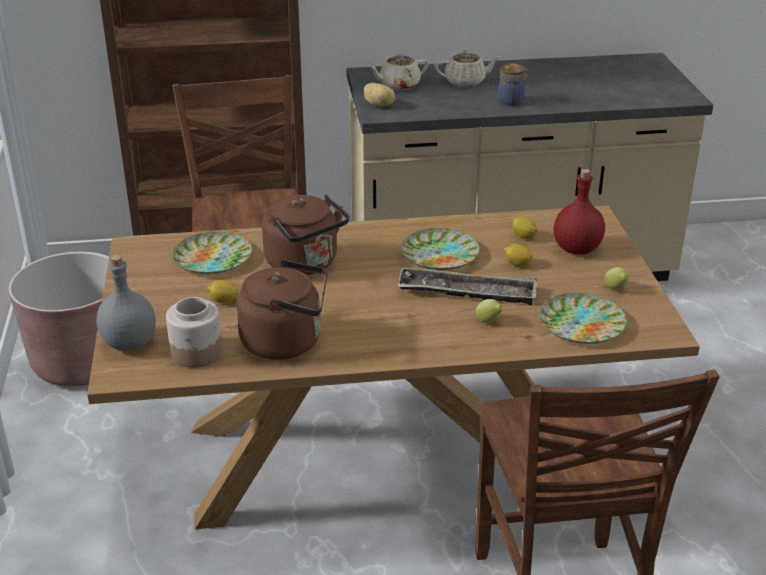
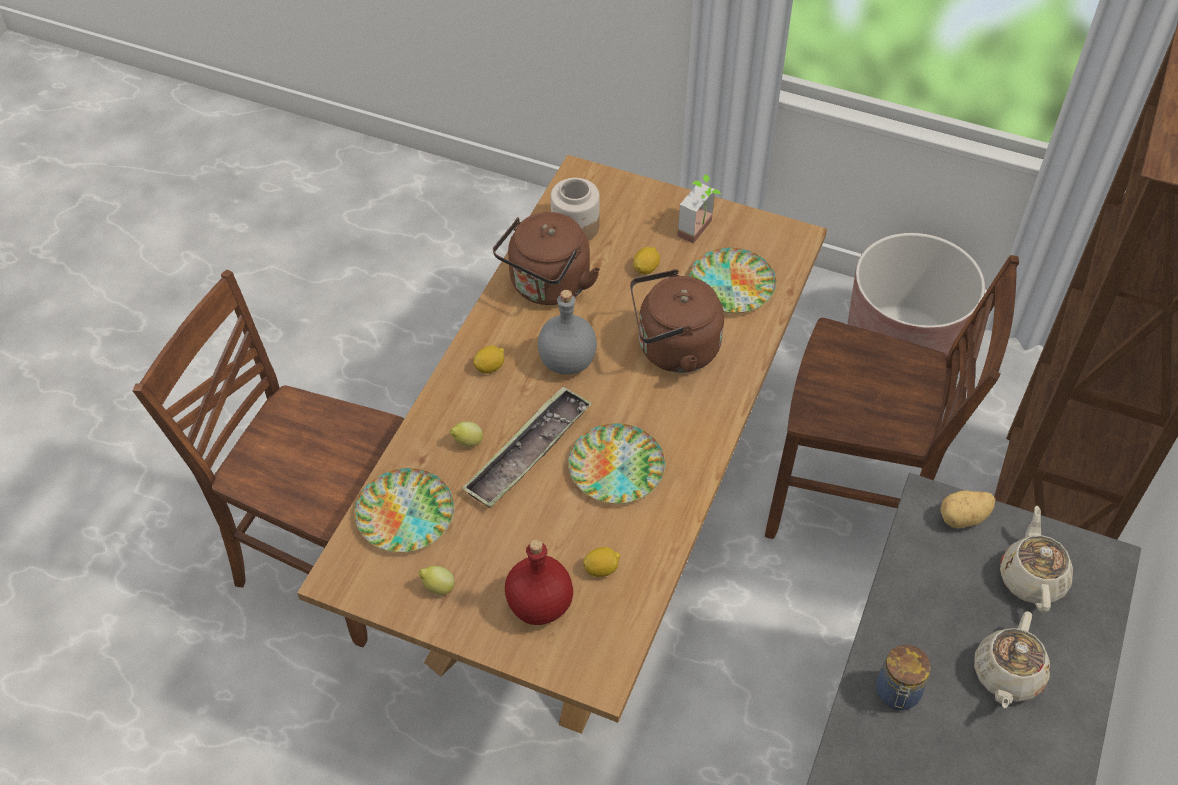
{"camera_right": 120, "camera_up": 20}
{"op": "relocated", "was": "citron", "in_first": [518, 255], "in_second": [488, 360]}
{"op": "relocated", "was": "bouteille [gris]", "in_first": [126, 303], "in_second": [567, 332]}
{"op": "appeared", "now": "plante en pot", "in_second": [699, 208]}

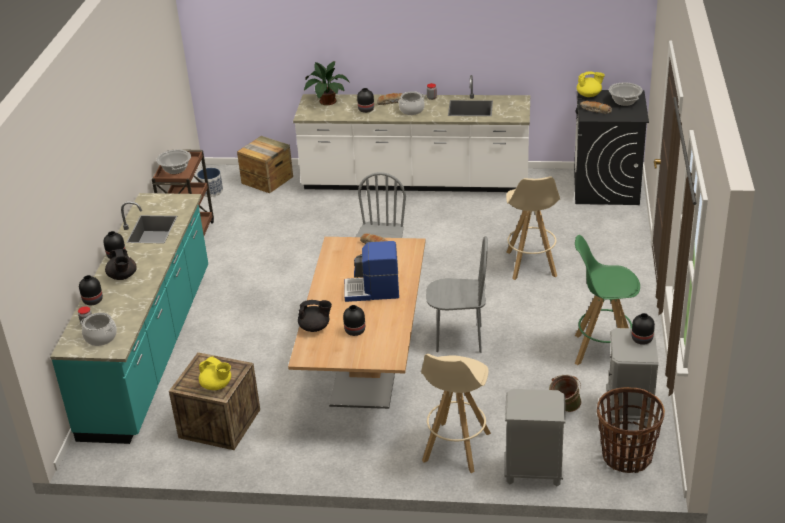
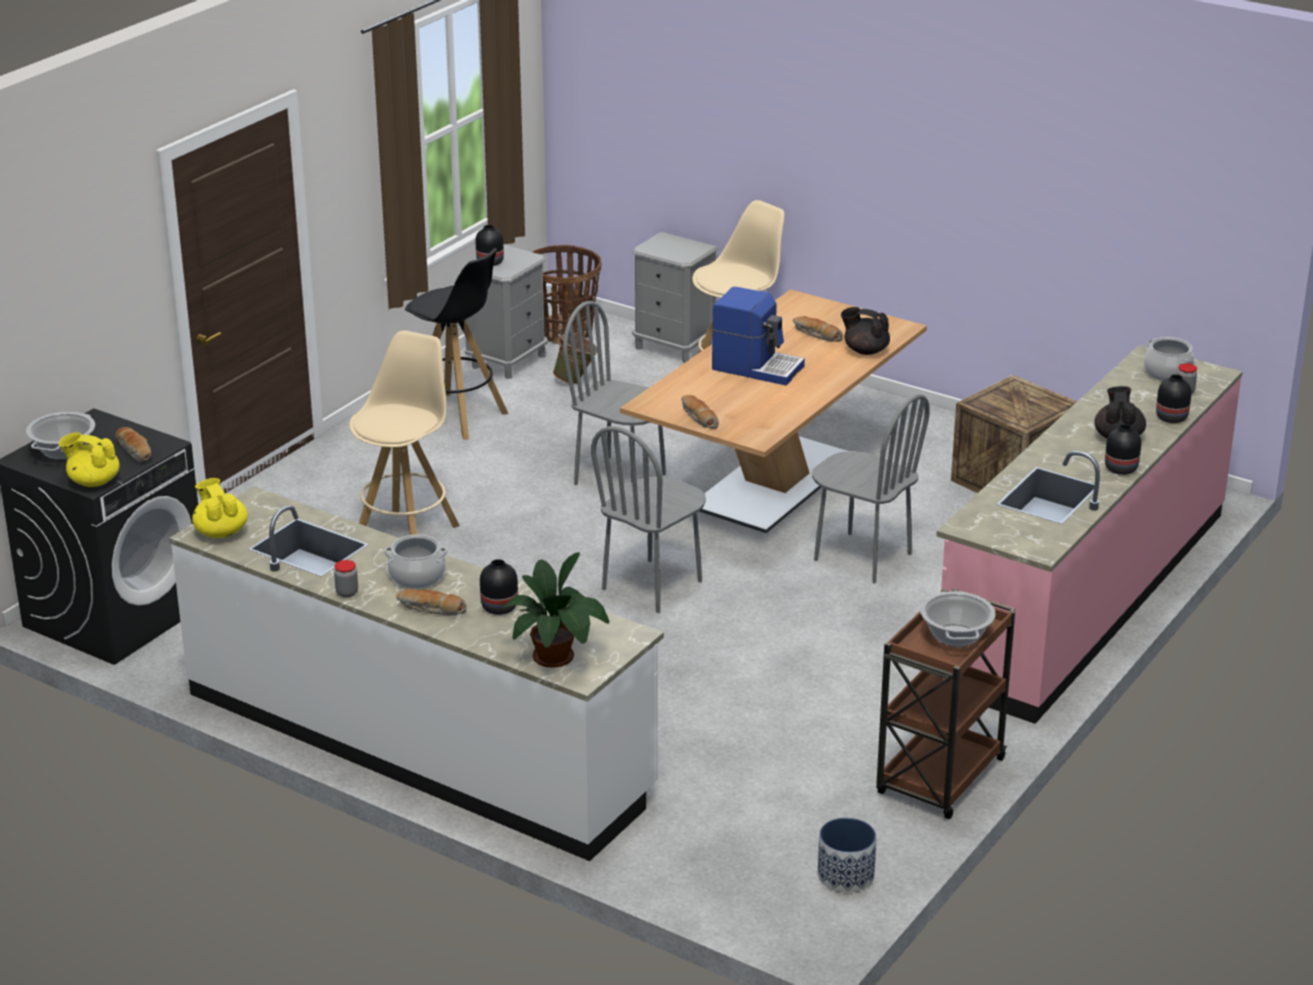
{"camera_right": -155, "camera_up": -5}
{"op": "relocated", "was": "théière [jaune]", "in_first": [215, 373], "in_second": [220, 508]}
{"op": "colour", "was": "tabouret [vert]", "now": "tabouret [noir]", "in_first": [607, 300], "in_second": [456, 344]}
{"op": "exchanged", "was": "vase [noir]", "now": "pain", "in_first": [354, 320], "in_second": [818, 329]}
{"op": "appeared", "now": "chaise [gris]", "in_second": [871, 488]}
{"op": "colour", "was": "comptoir de cuisine [turquoise]", "now": "comptoir de cuisine [rose]", "in_first": [129, 318], "in_second": [1089, 534]}
{"op": "missing", "was": "caisse", "in_first": [265, 164]}

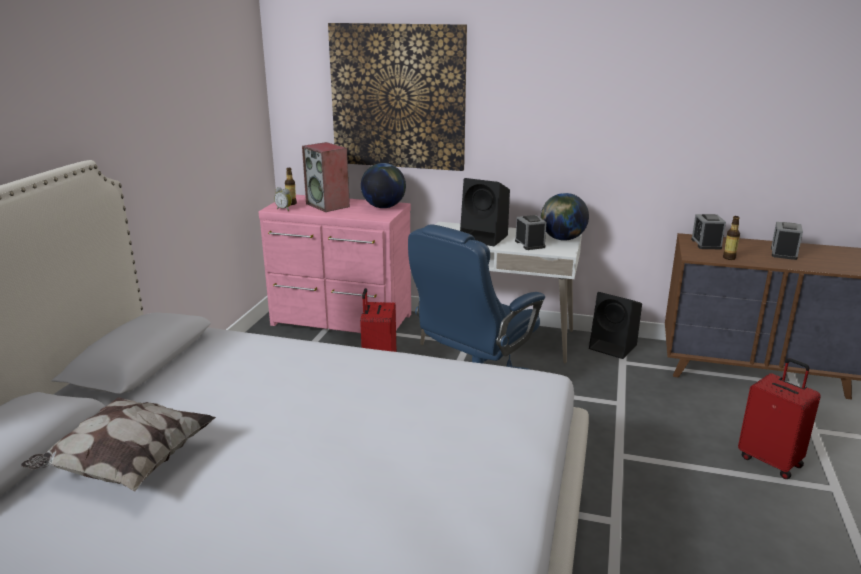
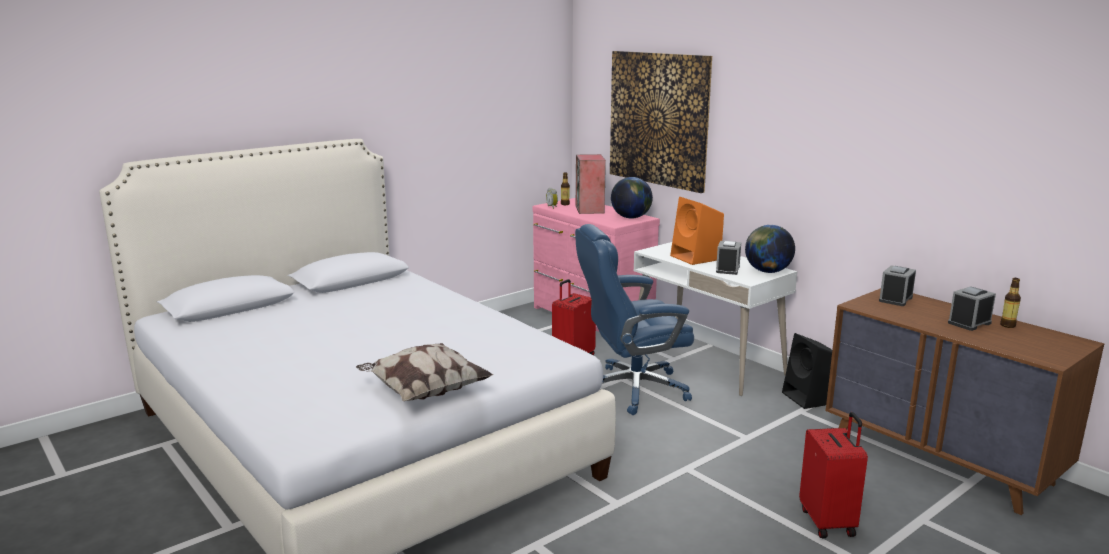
{"camera_right": 35, "camera_up": -5}
{"op": "relocated", "was": "coussin", "in_first": [118, 444], "in_second": [424, 372]}
{"op": "colour", "was": "enceinte [noir]", "now": "enceinte [orange]", "in_first": [485, 212], "in_second": [697, 231]}
{"op": "relocated", "was": "bouteille", "in_first": [731, 238], "in_second": [1010, 303]}

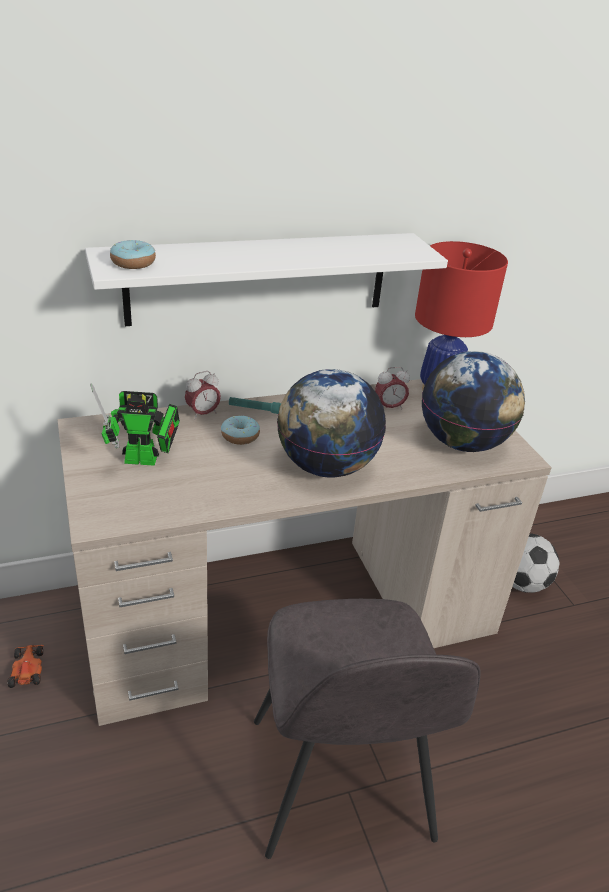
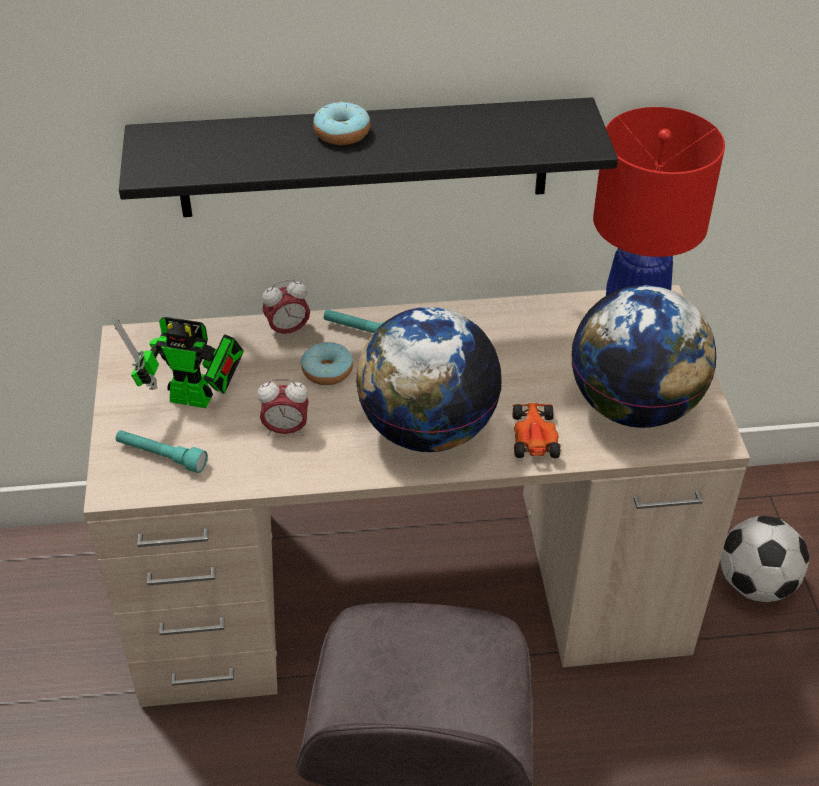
{"camera_right": 15, "camera_up": 10}
{"op": "appeared", "now": "lampe de poche [turquoise]", "in_second": [162, 451]}
{"op": "colour", "was": "étagère [blanc]", "now": "étagère [noir]", "in_first": [266, 279], "in_second": [368, 157]}
{"op": "relocated", "was": "réveil", "in_first": [392, 388], "in_second": [283, 407]}
{"op": "relocated", "was": "beignet", "in_first": [133, 254], "in_second": [341, 123]}
{"op": "relocated", "was": "petite voiture", "in_first": [26, 666], "in_second": [536, 430]}

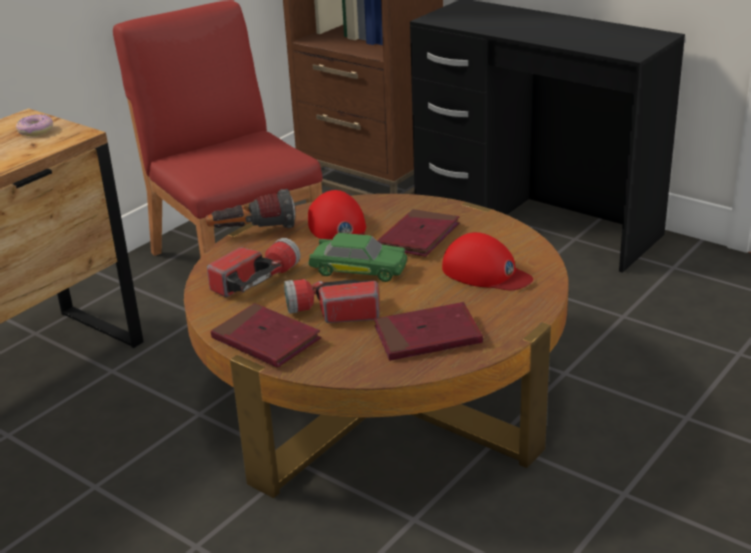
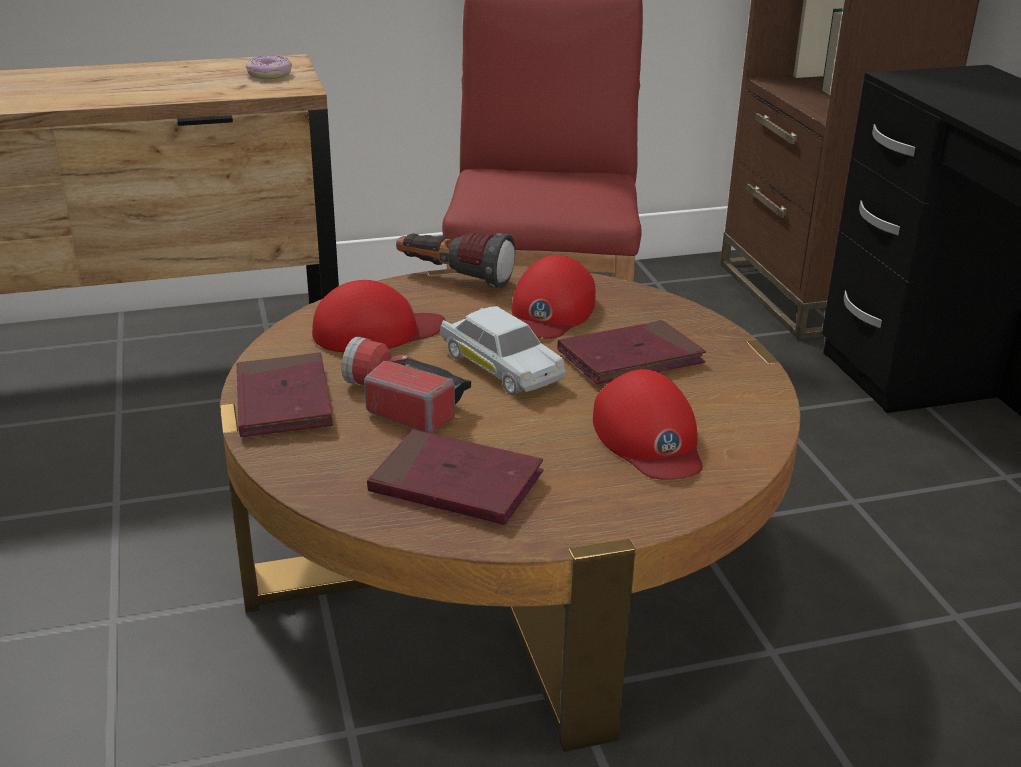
{"camera_right": 35, "camera_up": 0}
{"op": "exchanged", "was": "lampe de poche", "now": "casquette [rouge]", "in_first": [254, 267], "in_second": [378, 316]}
{"op": "colour", "was": "petite voiture [vert]", "now": "petite voiture [blanc]", "in_first": [357, 257], "in_second": [503, 350]}

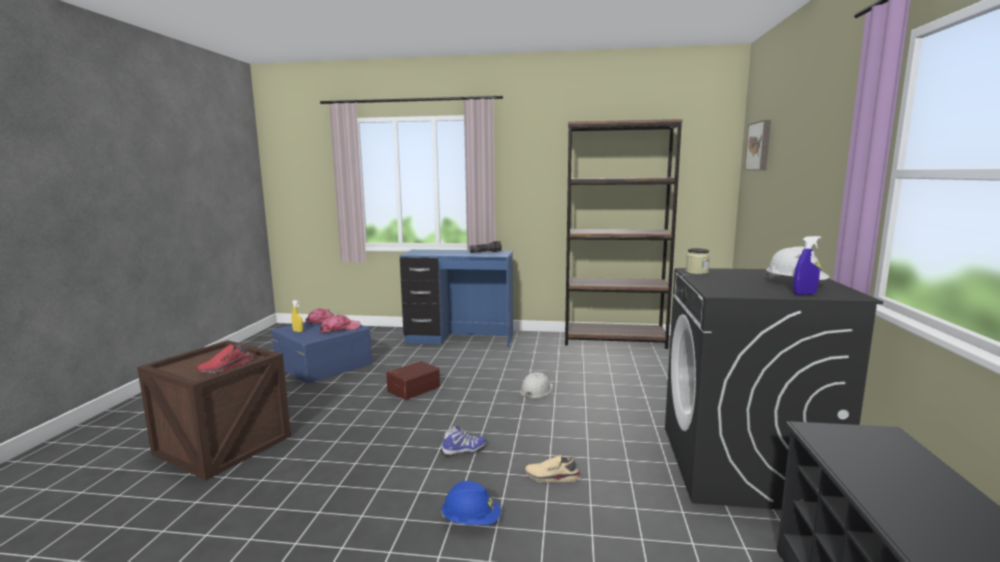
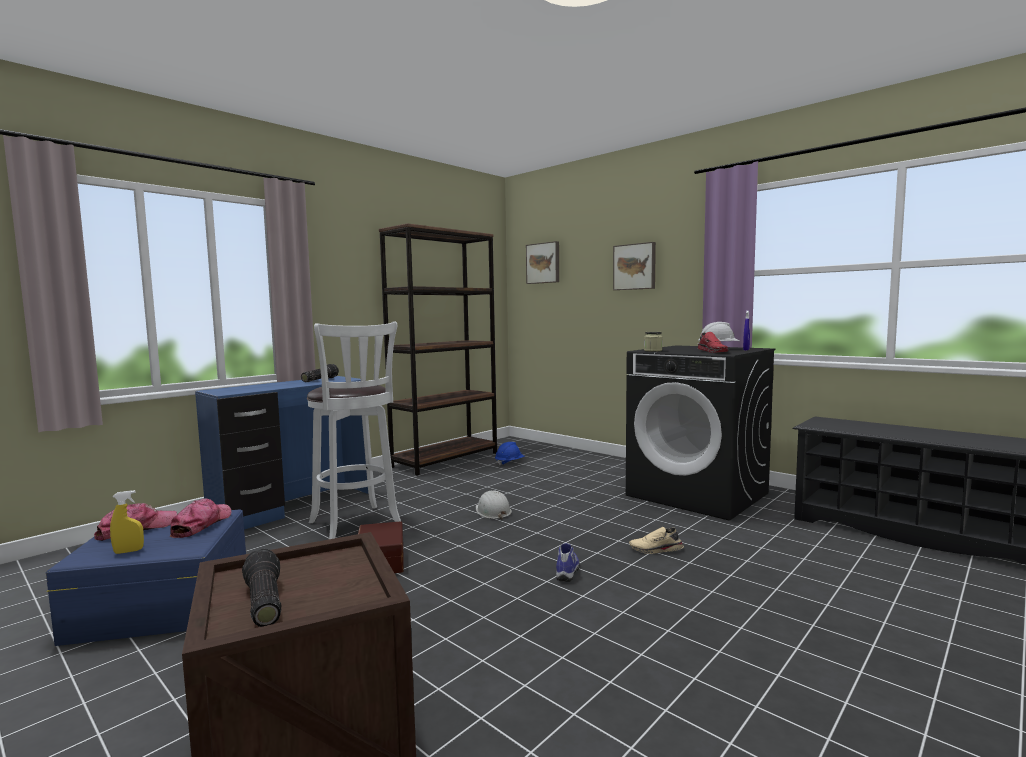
{"camera_right": -55, "camera_up": -5}
{"op": "appeared", "now": "lampe de poche", "in_second": [262, 588]}
{"op": "appeared", "now": "tabouret [blanc]", "in_second": [354, 430]}
{"op": "relocated", "was": "casque de chantier [bleu]", "in_first": [471, 503], "in_second": [510, 454]}
{"op": "appeared", "now": "tableau", "in_second": [634, 266]}
{"op": "spun", "was": "chaussure [beige]", "in_first": [553, 469], "in_second": [656, 540], "clockwise": 45}
{"op": "relocated", "was": "chaussure [rouge]", "in_first": [224, 358], "in_second": [713, 342]}

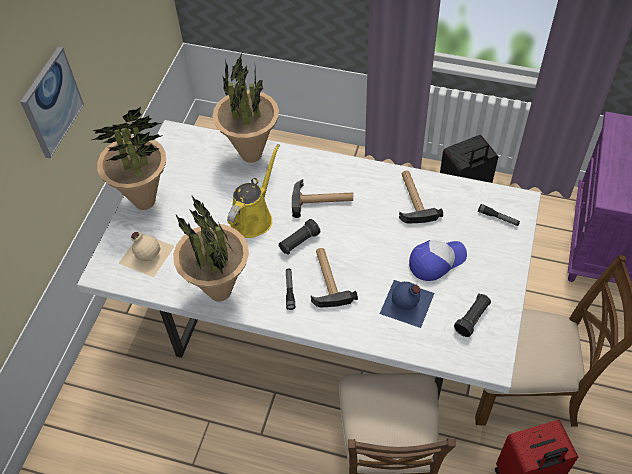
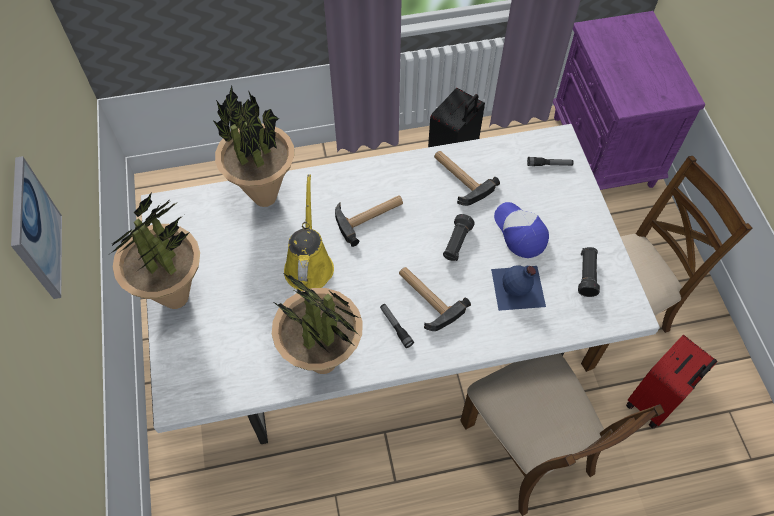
{"camera_right": -30, "camera_up": 5}
{"op": "relocated", "was": "lampe de poche [noir]", "in_first": [299, 237], "in_second": [459, 237]}
{"op": "spun", "was": "casquette", "in_first": [438, 260], "in_second": [521, 230], "clockwise": -60}
{"op": "missing", "was": "bouteille [beige]", "in_first": [146, 254]}

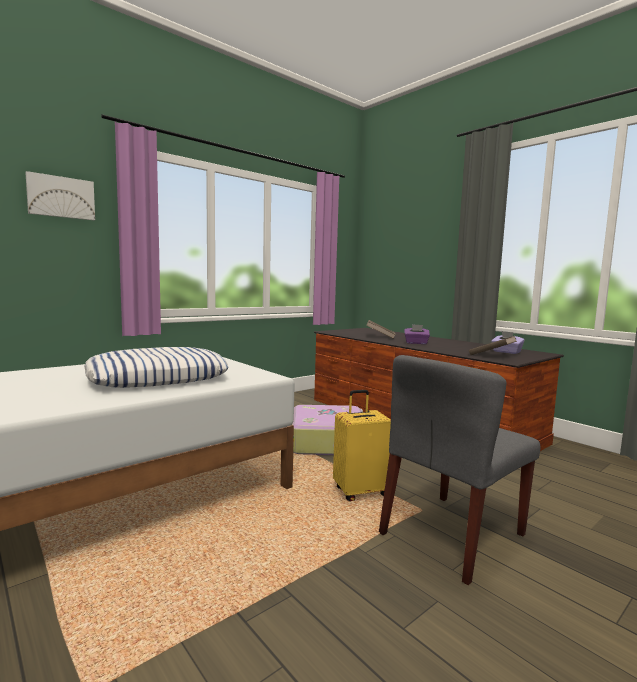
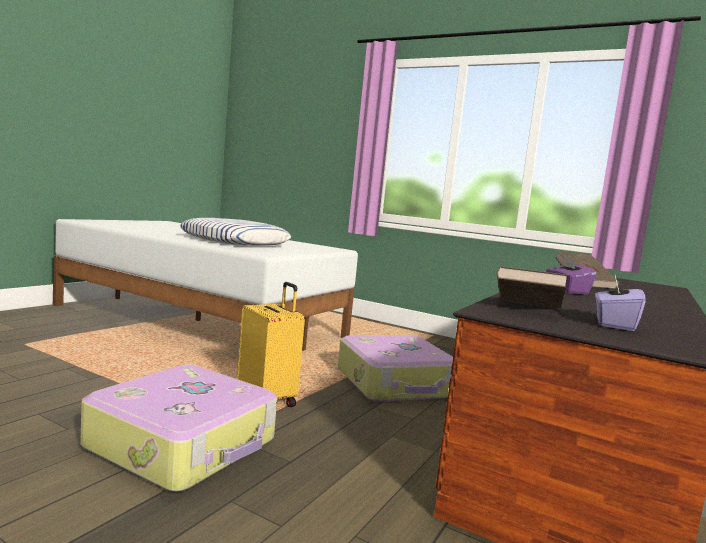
{"camera_right": 70, "camera_up": 0}
{"op": "exchanged", "was": "chaise [gris]", "now": "valise", "in_first": [460, 470], "in_second": [178, 428]}
{"op": "missing", "was": "tableau", "in_first": [60, 195]}

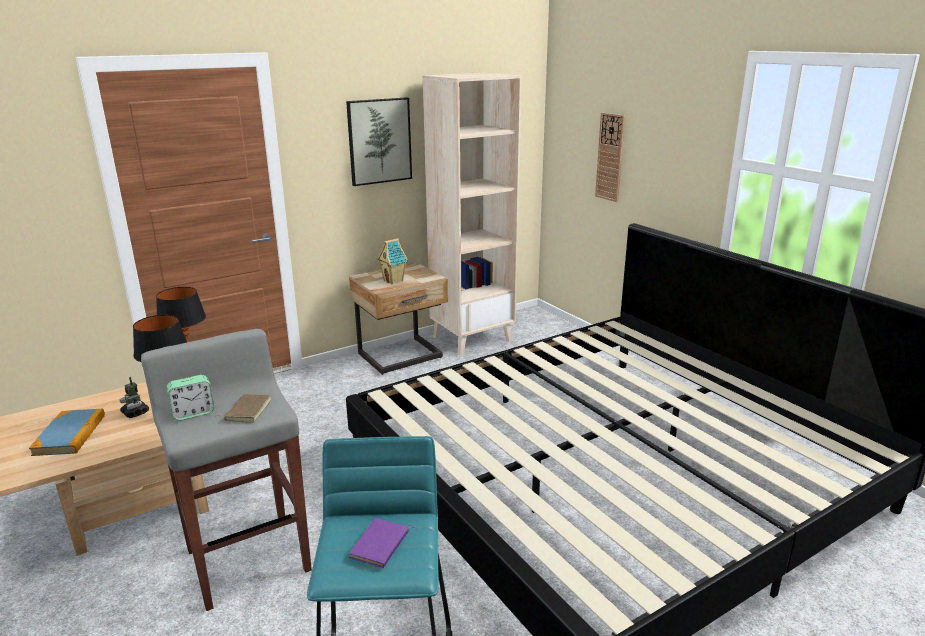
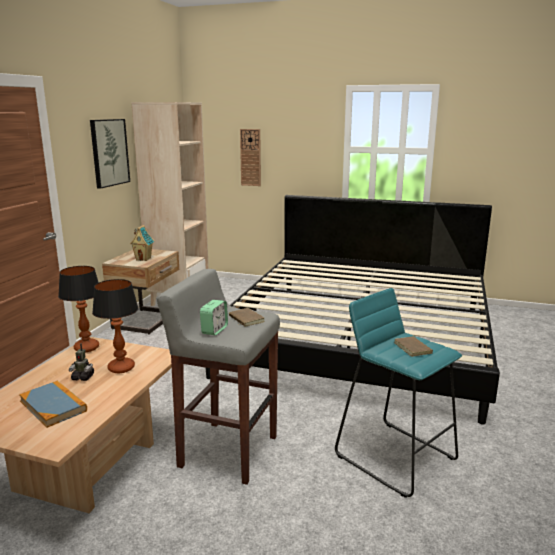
{"camera_right": -40, "camera_up": -5}
{"op": "colour", "was": "livre [violet]", "now": "livre [marron]", "in_first": [384, 543], "in_second": [413, 346]}

